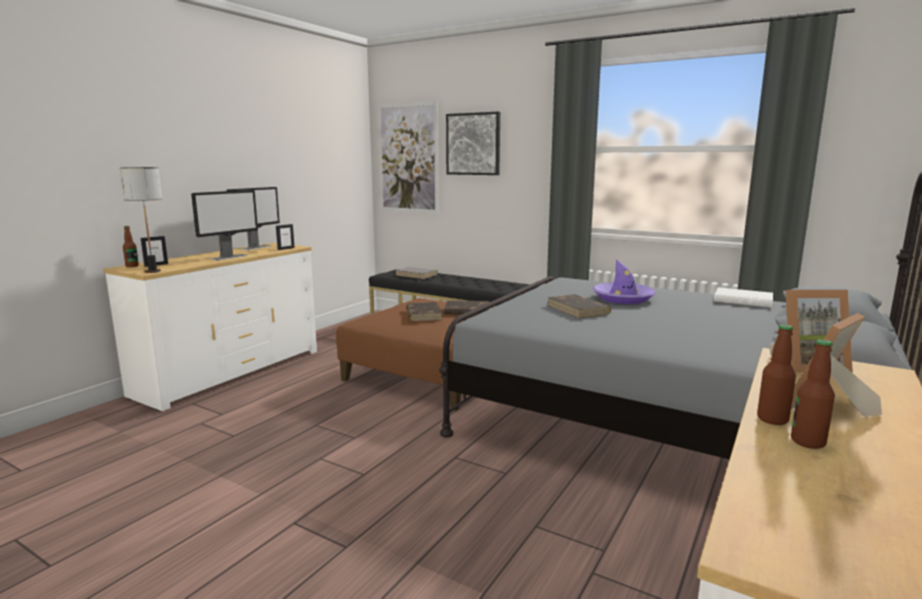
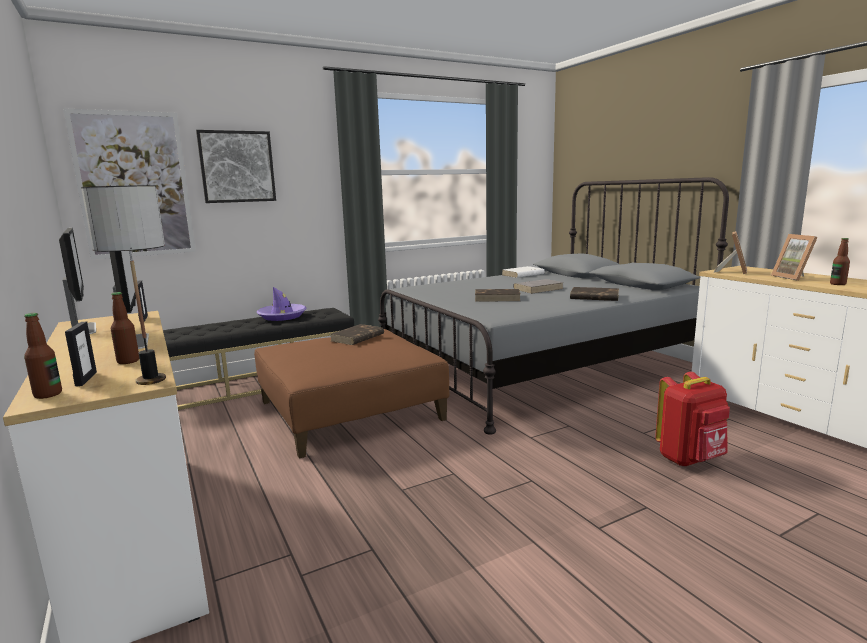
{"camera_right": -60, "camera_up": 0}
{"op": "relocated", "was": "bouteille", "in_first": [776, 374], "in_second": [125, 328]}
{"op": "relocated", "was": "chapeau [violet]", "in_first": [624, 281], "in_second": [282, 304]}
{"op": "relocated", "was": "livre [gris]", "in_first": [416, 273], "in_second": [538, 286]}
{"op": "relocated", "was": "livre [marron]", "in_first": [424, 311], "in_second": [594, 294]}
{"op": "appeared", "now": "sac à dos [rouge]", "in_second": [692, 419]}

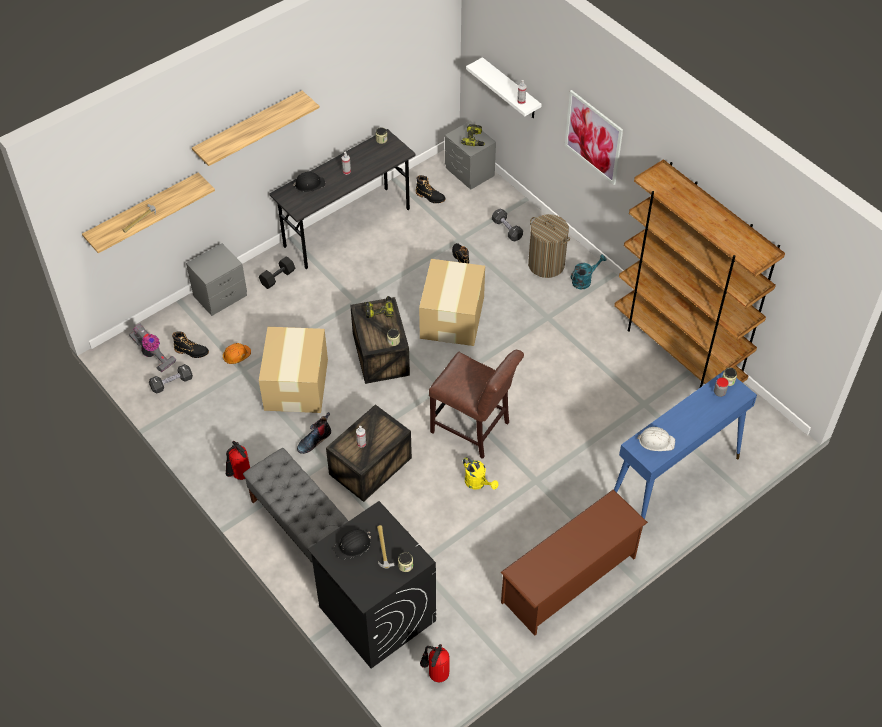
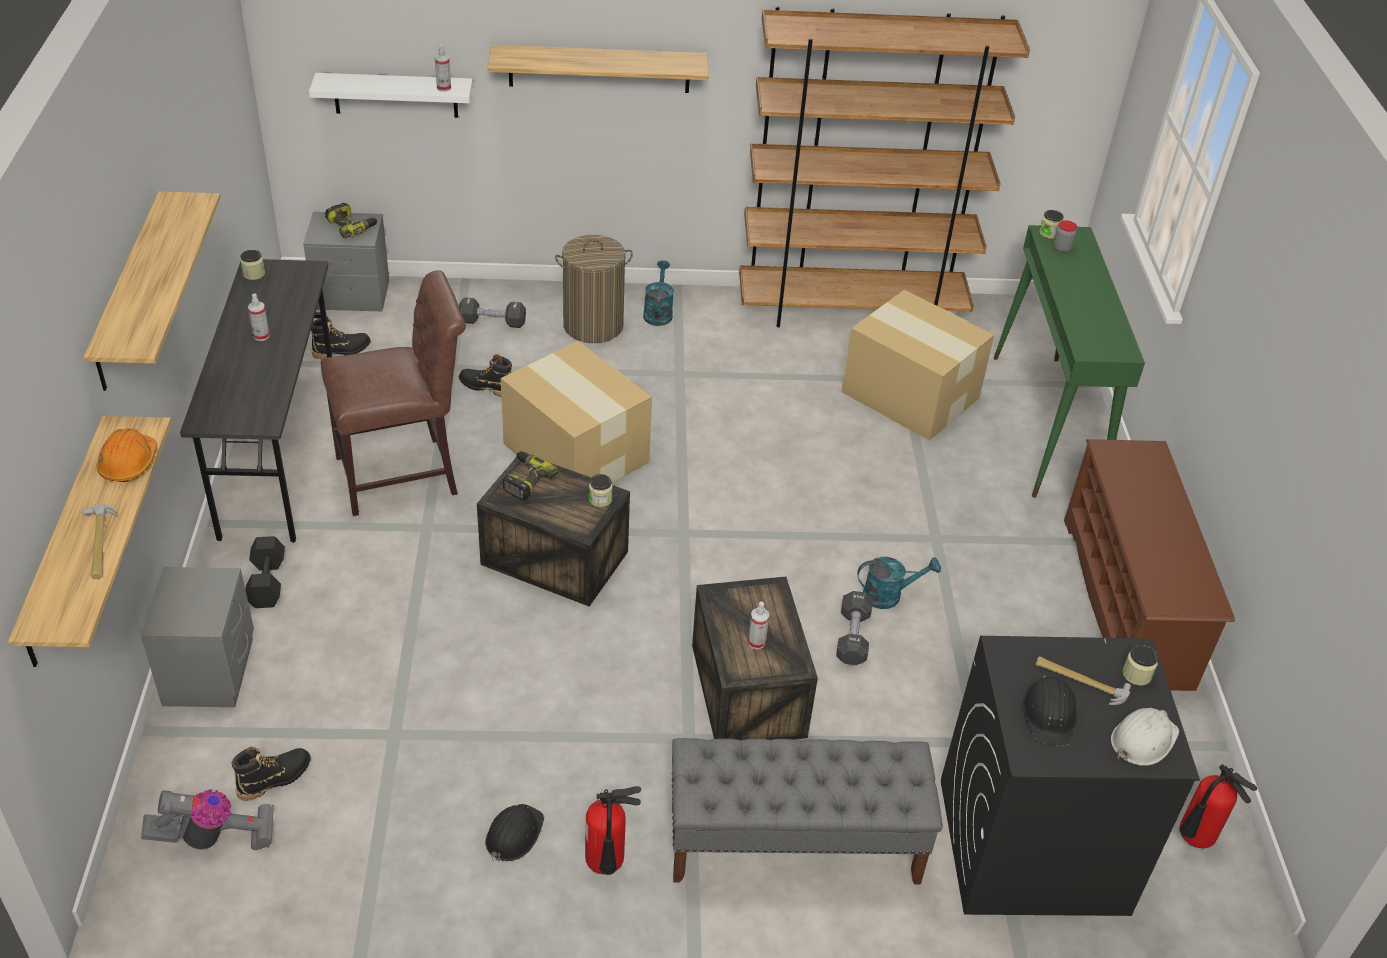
{"camera_right": -55, "camera_up": -10}
{"op": "relocated", "was": "casque de chantier [orange]", "in_first": [237, 353], "in_second": [127, 455]}
{"op": "relocated", "was": "chaise [marron]", "in_first": [476, 404], "in_second": [393, 393]}
{"op": "relocated", "was": "casque de chantier [noir]", "in_first": [309, 182], "in_second": [514, 832]}
{"op": "exchanged", "was": "tableau", "now": "étagère", "in_first": [594, 137], "in_second": [598, 69]}
{"op": "relocated", "was": "haltère [noir]", "in_first": [171, 379], "in_second": [854, 628]}
{"op": "relocated", "was": "carton", "in_first": [293, 370], "in_second": [917, 365]}
{"op": "colour", "was": "arrosoir [jaune]", "now": "arrosoir [turquoise]", "in_first": [480, 473], "in_second": [899, 583]}
{"op": "colour", "was": "table console [bleu]", "now": "table console [vert]", "in_first": [685, 449], "in_second": [1069, 361]}
{"op": "relocated", "was": "casque de chantier [blanc]", "in_first": [656, 439], "in_second": [1145, 737]}
{"op": "missing", "was": "botte", "in_first": [314, 433]}

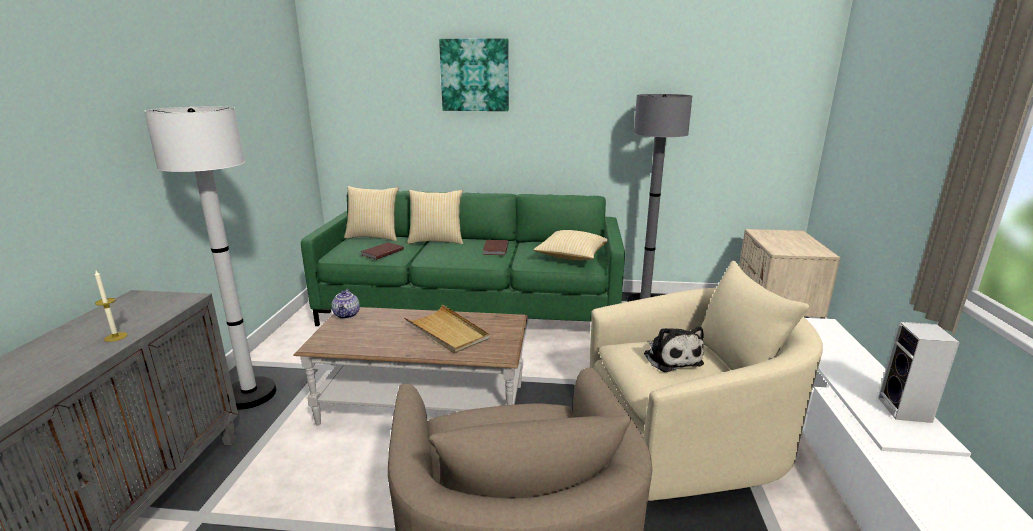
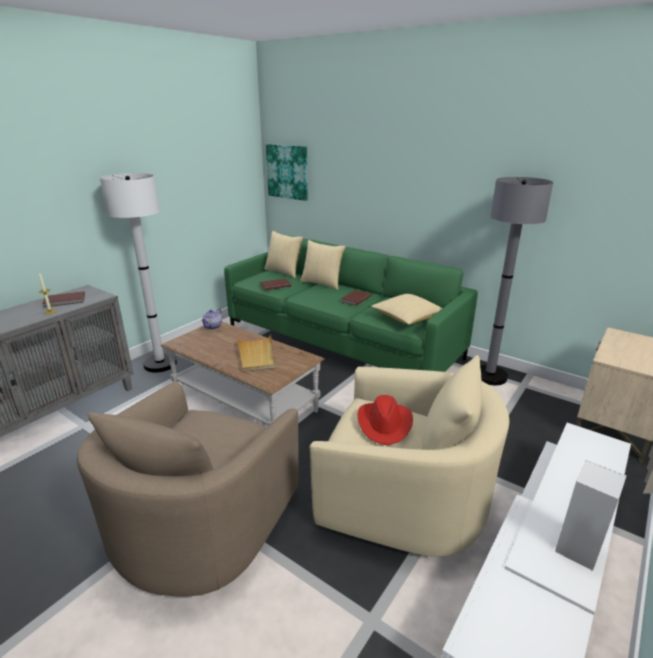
{"camera_right": 30, "camera_up": 5}
{"op": "appeared", "now": "livre [marron]", "in_second": [63, 299]}
{"op": "relocated", "was": "tableau", "in_first": [474, 74], "in_second": [287, 172]}
{"op": "exchanged", "was": "peluche", "now": "chapeau [rouge]", "in_first": [674, 349], "in_second": [385, 420]}

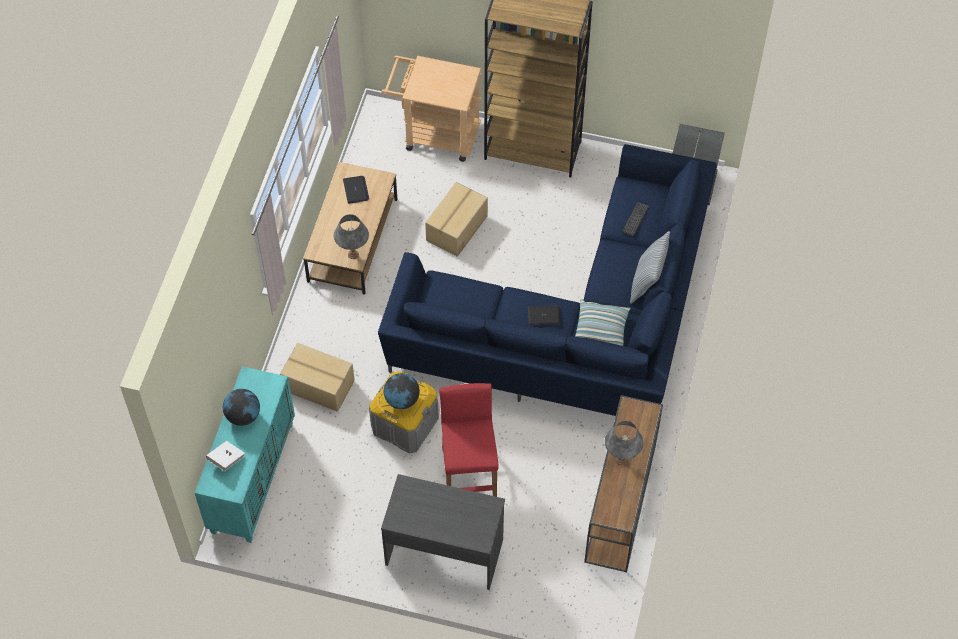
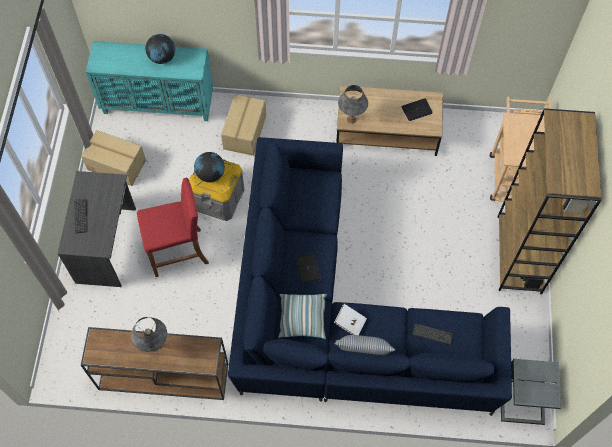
{"camera_right": 80, "camera_up": 5}
{"op": "appeared", "now": "clavier", "in_second": [81, 216]}
{"op": "relocated", "was": "carton", "in_first": [456, 219], "in_second": [113, 158]}
{"op": "relocated", "was": "livre [blanc]", "in_first": [225, 456], "in_second": [350, 319]}

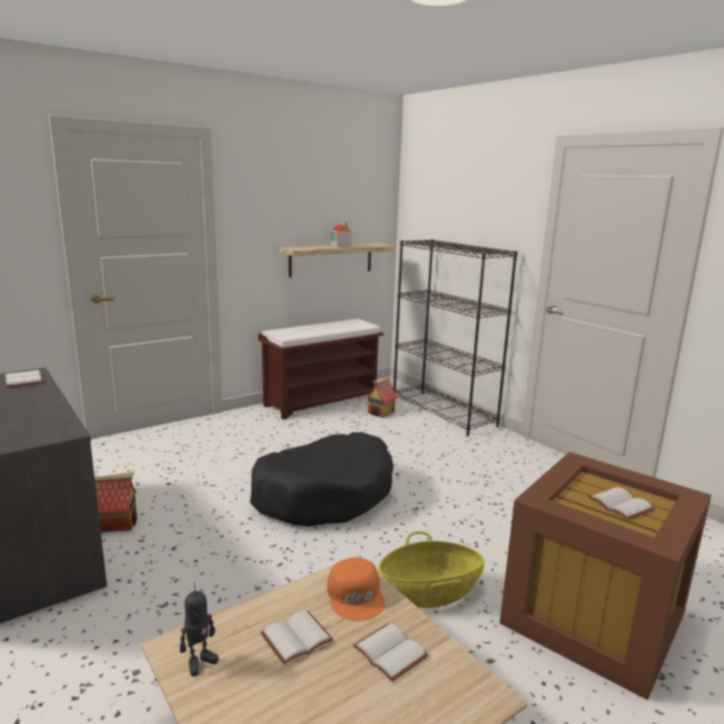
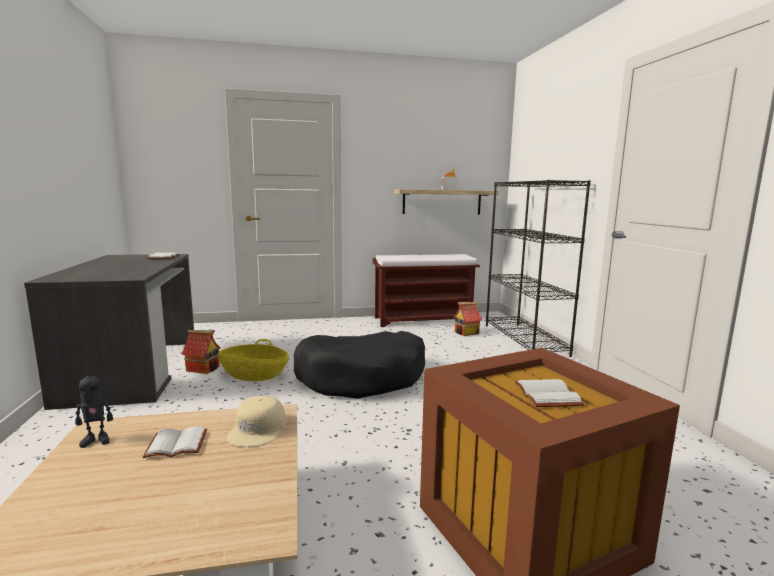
{"camera_right": 25, "camera_up": -5}
{"op": "relocated", "was": "panier", "in_first": [431, 569], "in_second": [253, 360]}
{"op": "colour", "was": "casquette [orange]", "now": "casquette [beige]", "in_first": [356, 589], "in_second": [256, 421]}
{"op": "missing", "was": "livre [blanc]", "in_first": [391, 652]}

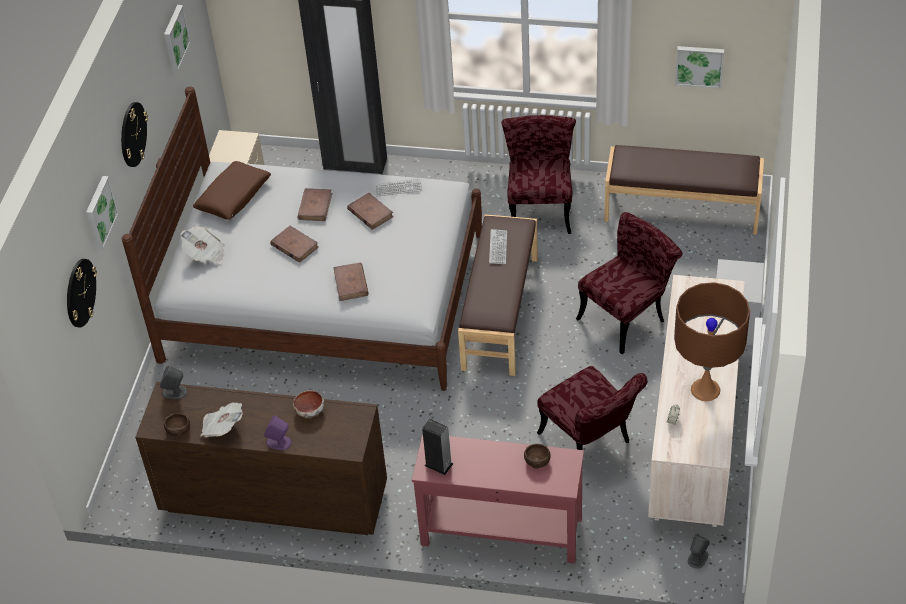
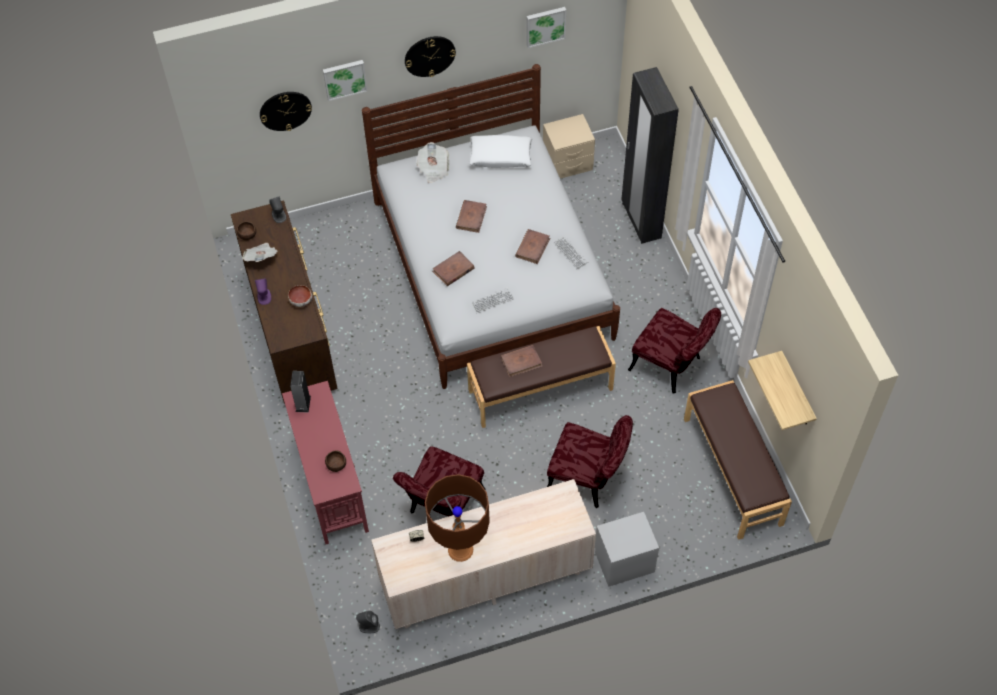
{"camera_right": 60, "camera_up": 10}
{"op": "colour", "was": "coussin [marron]", "now": "coussin [blanc]", "in_first": [232, 190], "in_second": [500, 151]}
{"op": "relocated", "was": "clavier", "in_first": [498, 246], "in_second": [492, 300]}
{"op": "relocated", "was": "livre [marron]", "in_first": [315, 204], "in_second": [521, 361]}
{"op": "spun", "was": "chaise [rouge]", "in_first": [539, 174], "in_second": [674, 351], "clockwise": 60}
{"op": "exchanged", "was": "tableau", "now": "étagère", "in_first": [699, 67], "in_second": [782, 390]}

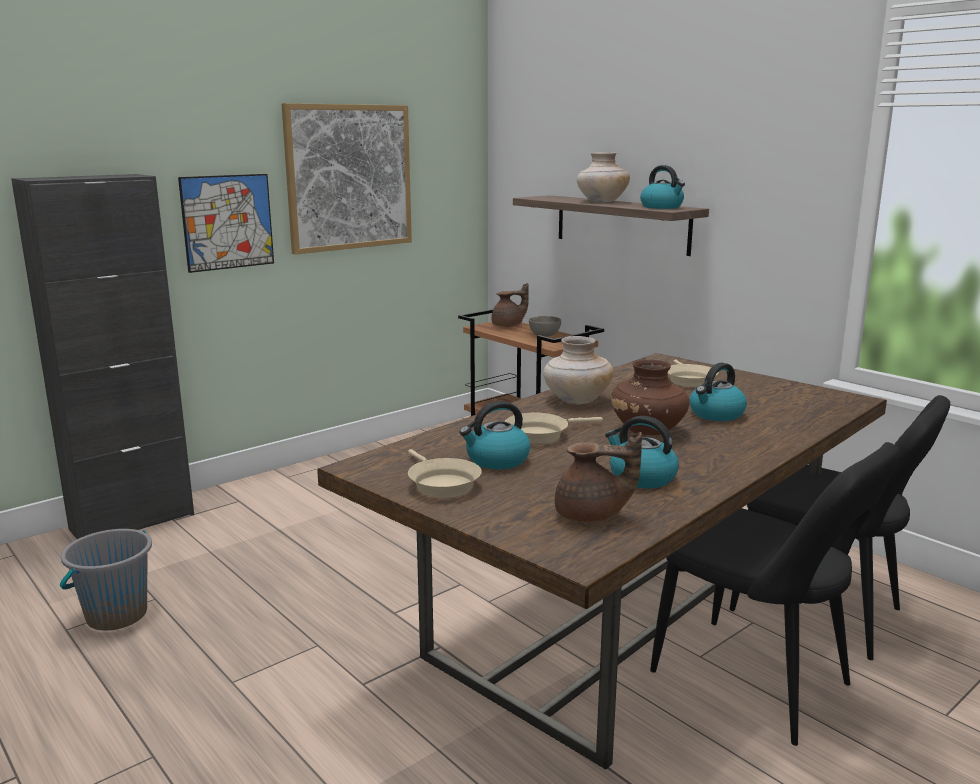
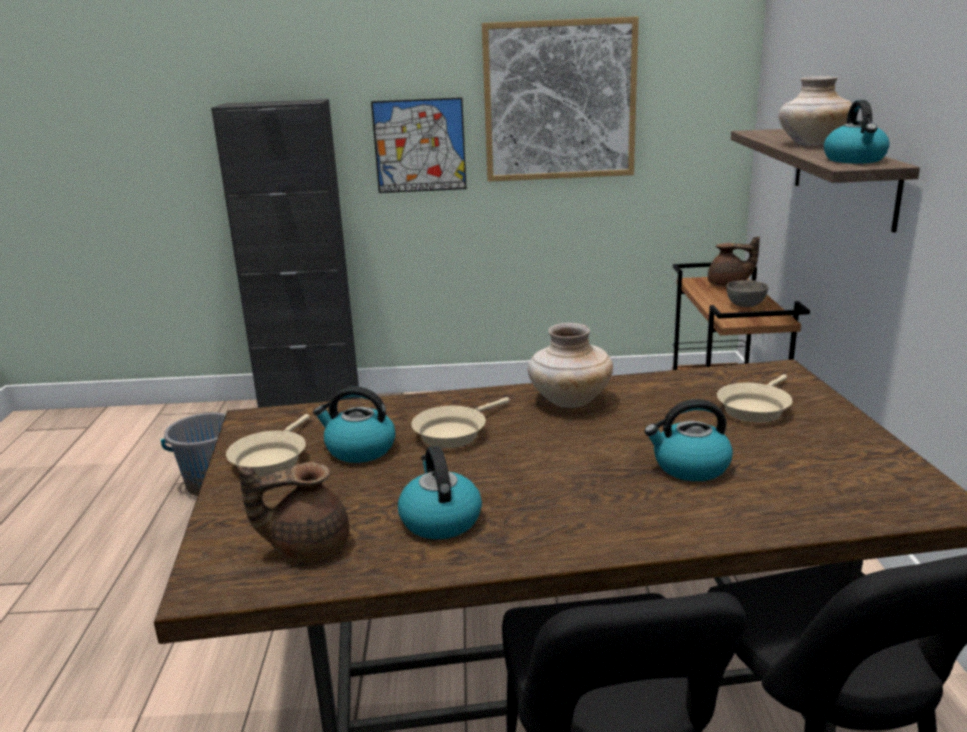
{"camera_right": 40, "camera_up": 5}
{"op": "spun", "was": "théière [marron]", "in_first": [598, 477], "in_second": [293, 511], "clockwise": 120}
{"op": "spun", "was": "poêle [beige]", "in_first": [553, 428], "in_second": [460, 422], "clockwise": -60}
{"op": "missing", "was": "vase [marron]", "in_first": [650, 397]}

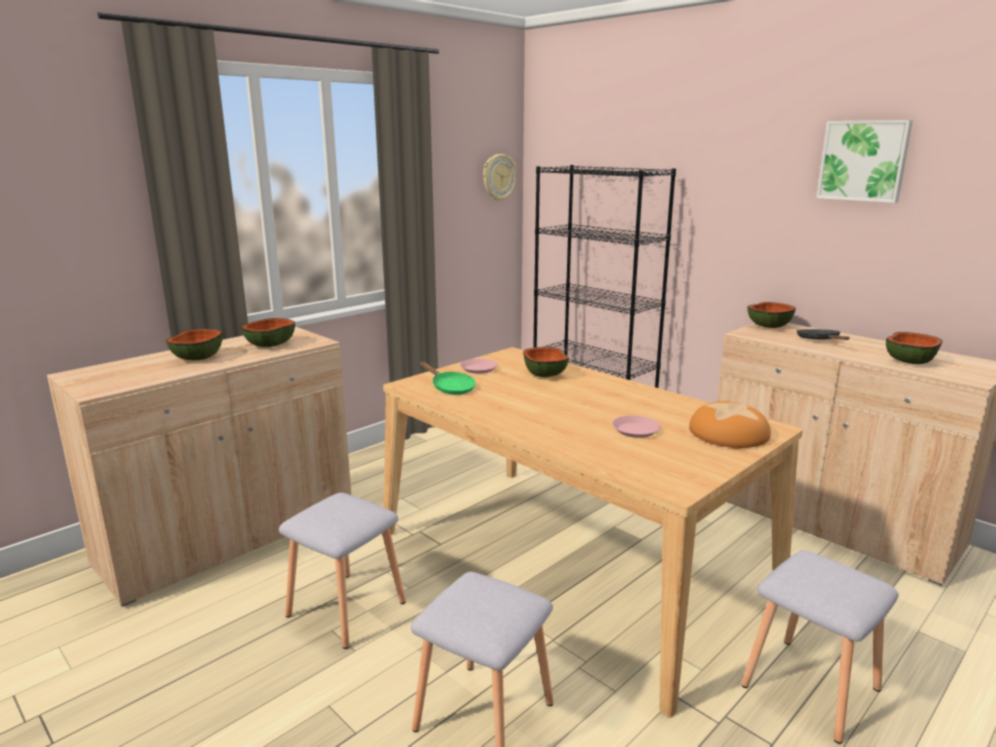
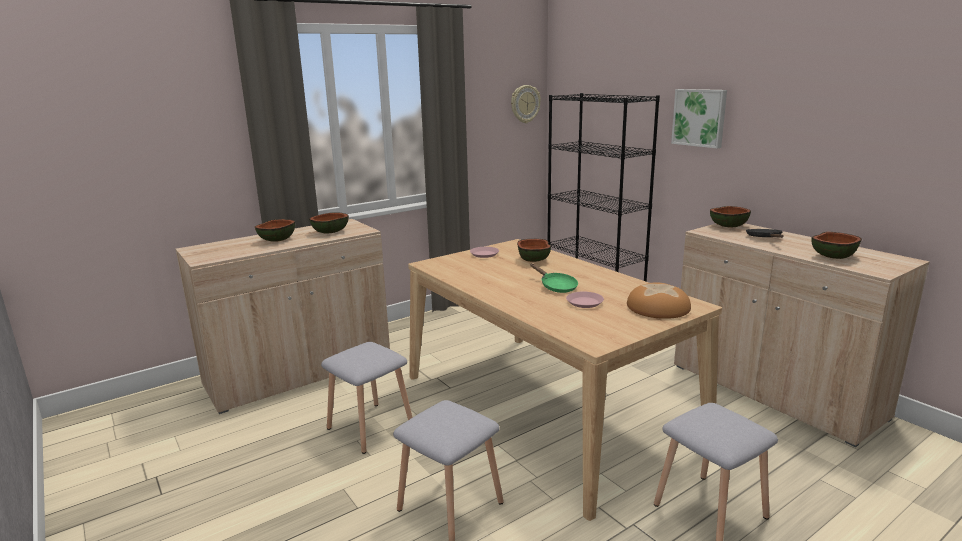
{"camera_right": 10, "camera_up": 0}
{"op": "relocated", "was": "poêle [vert]", "in_first": [448, 378], "in_second": [554, 278]}
{"op": "relocated", "was": "tableau", "in_first": [864, 161], "in_second": [699, 118]}

